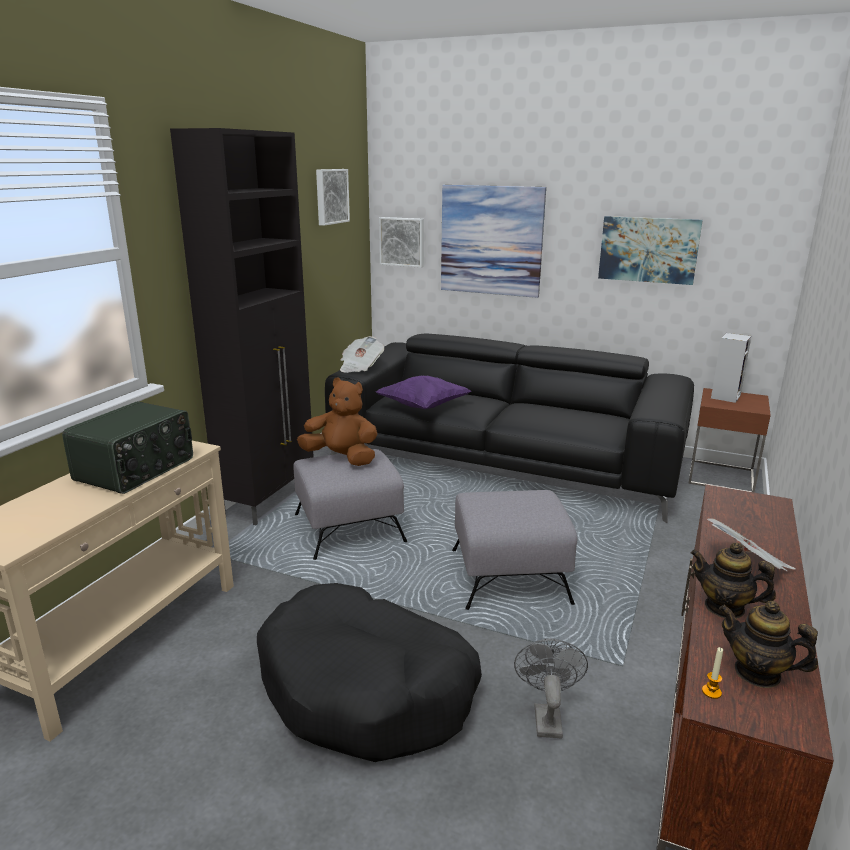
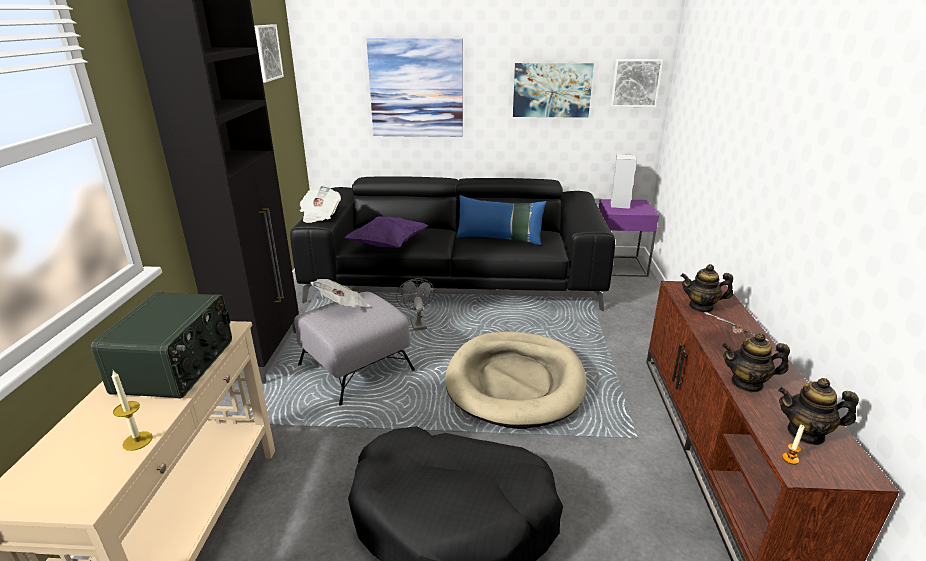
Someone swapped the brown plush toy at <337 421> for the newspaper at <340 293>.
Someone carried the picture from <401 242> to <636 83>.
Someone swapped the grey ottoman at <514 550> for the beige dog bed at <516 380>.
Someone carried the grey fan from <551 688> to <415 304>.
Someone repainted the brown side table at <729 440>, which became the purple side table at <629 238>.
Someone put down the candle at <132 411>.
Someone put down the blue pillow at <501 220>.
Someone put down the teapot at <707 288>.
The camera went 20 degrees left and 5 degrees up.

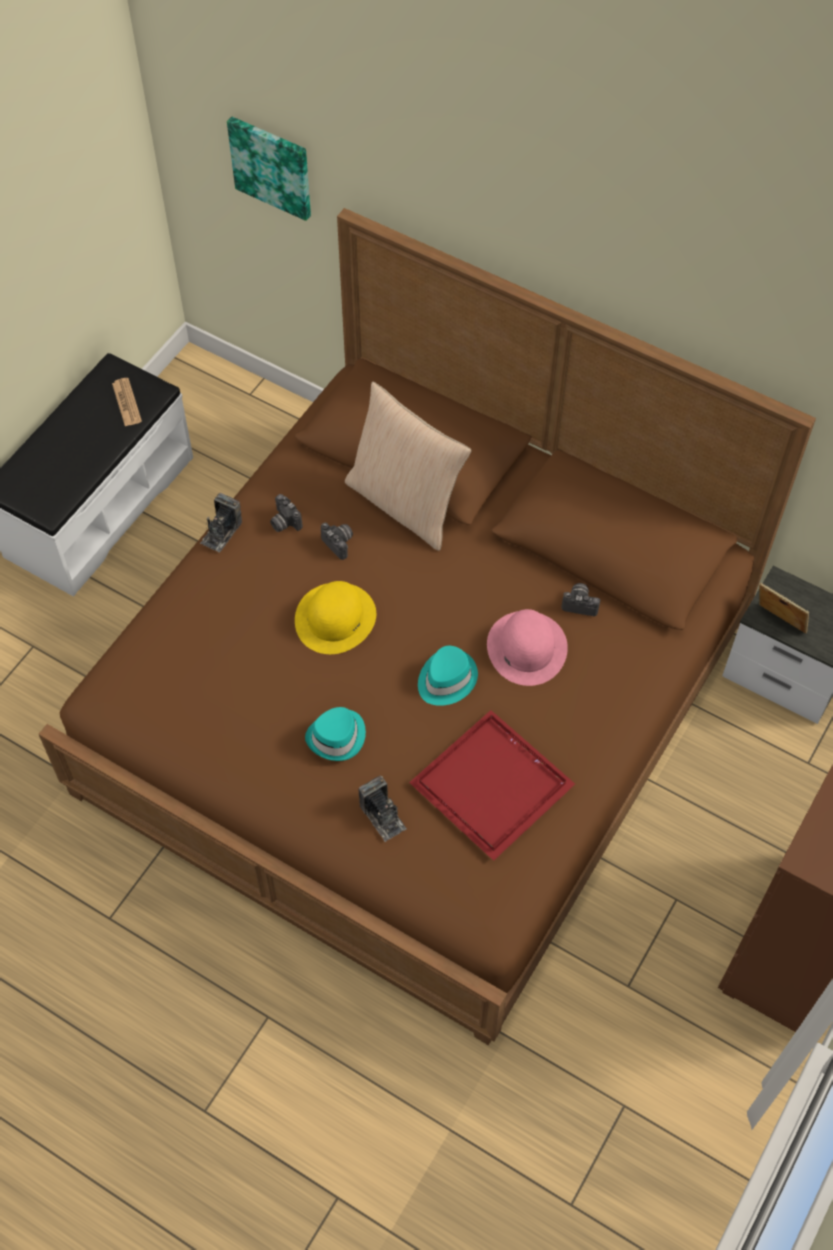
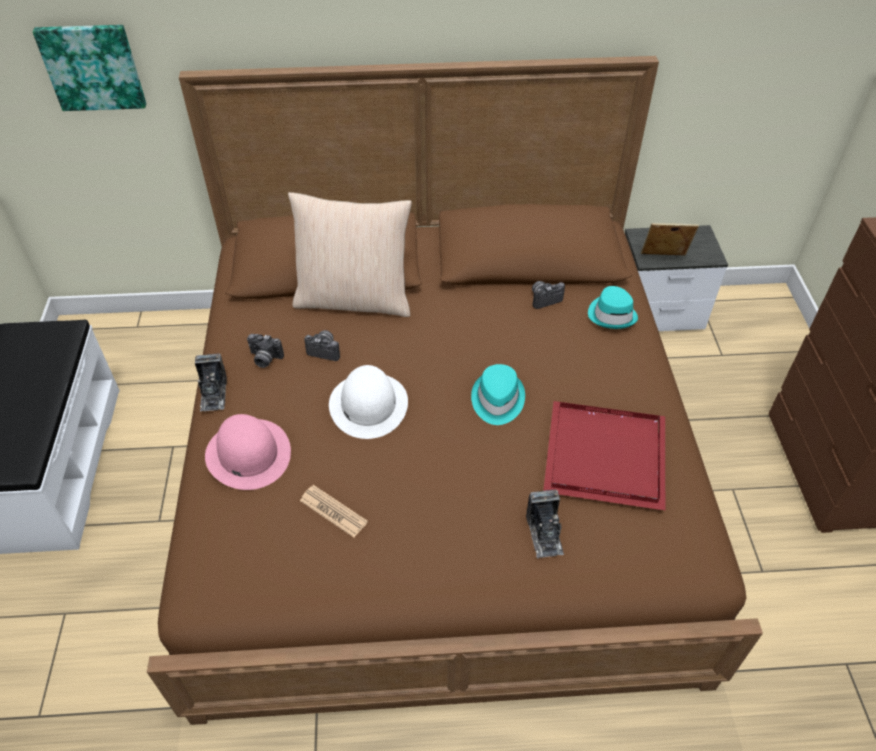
Someone carried the newspaper from <127 402> to <334 511>.
Someone repainted the yellow hat at <335 617>, which became the white hat at <368 402>.
Someone carried the turquoise hat from <335 734> to <613 307>.
Someone rotated the photo camera at <382 809> by 60 degrees clockwise.
Someone carried the pink hat from <527 647> to <248 452>.
The camera went 35 degrees left and 10 degrees down.

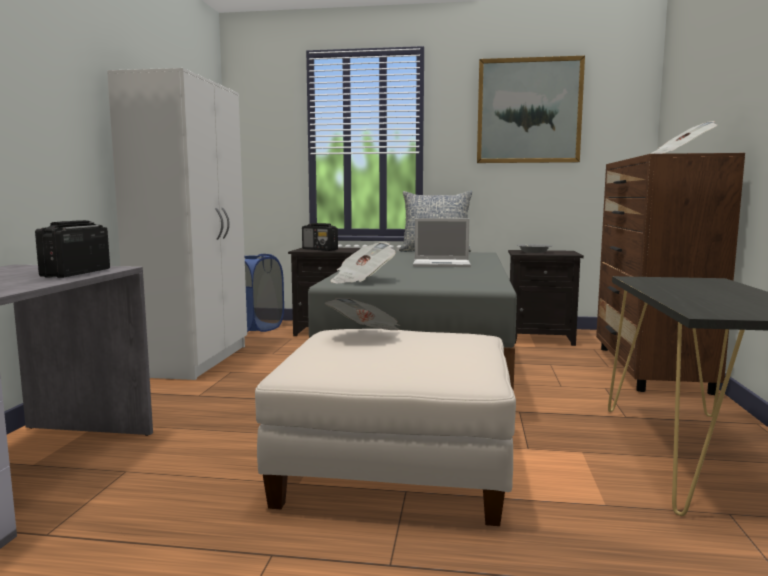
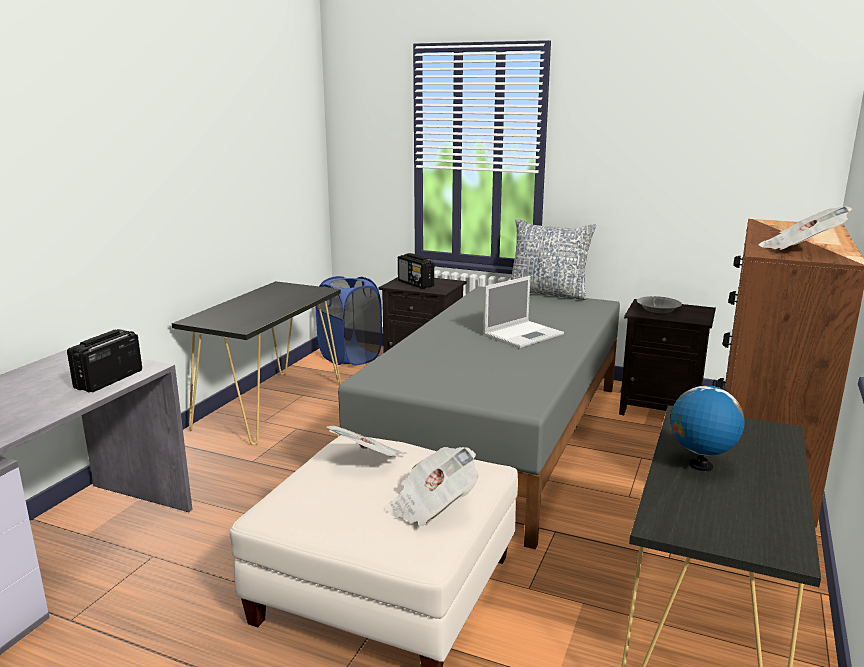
Someone swapped the white wardrobe at <177 224> for the black console table at <256 363>.
Someone carried the newspaper from <363 262> to <432 486>.
Someone rotated the laptop at <442 242> by 60 degrees counterclockwise.
Someone took away the picture at <531 109>.
Someone put down the globe at <707 425>.
The camera went 15 degrees right and 10 degrees up.

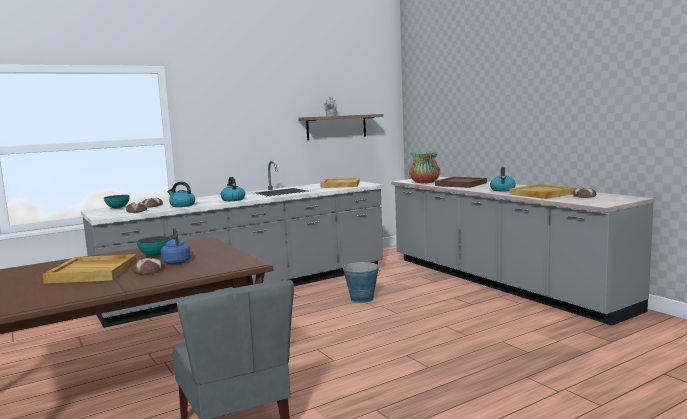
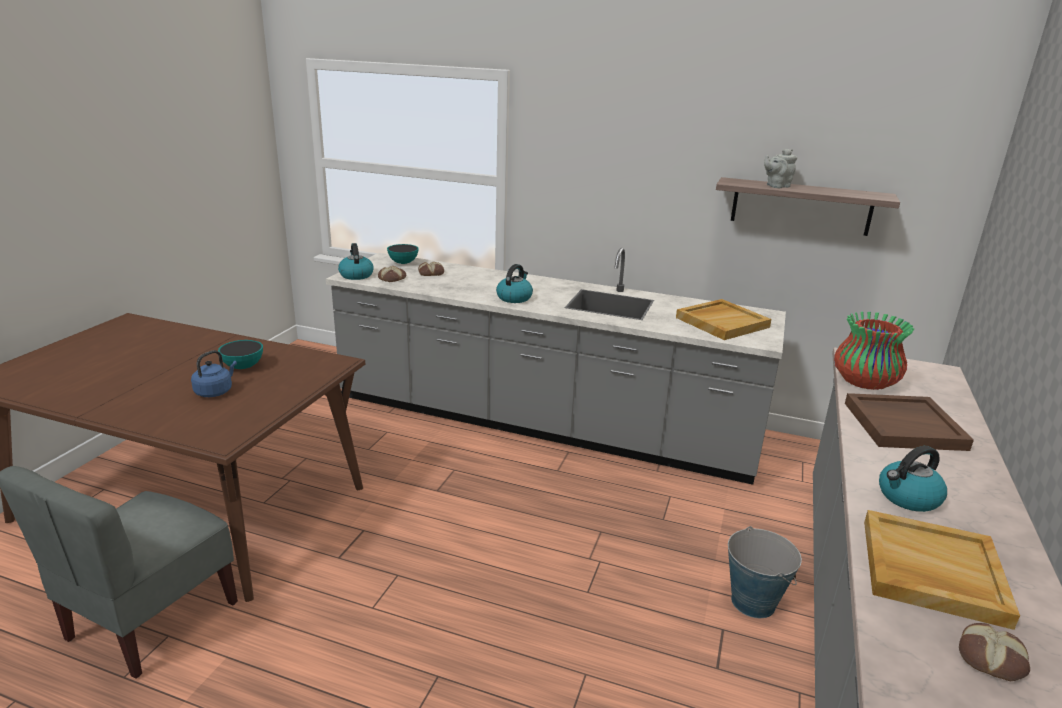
Someone took away the beige tray at <89 269>.
Someone took away the bread at <148 266>.
Someone carried the kettle from <181 194> to <355 261>.
Someone carried the bucket from <361 282> to <765 572>.
The camera went 50 degrees right and 15 degrees up.

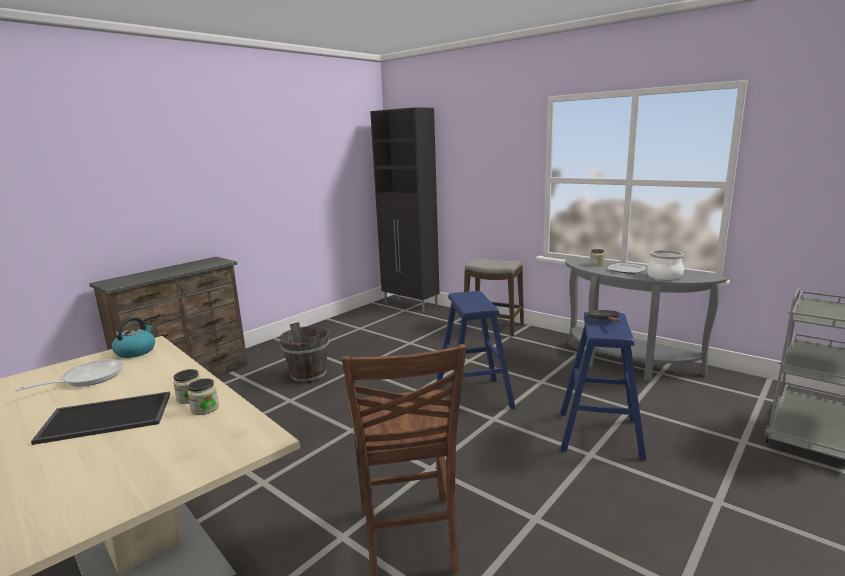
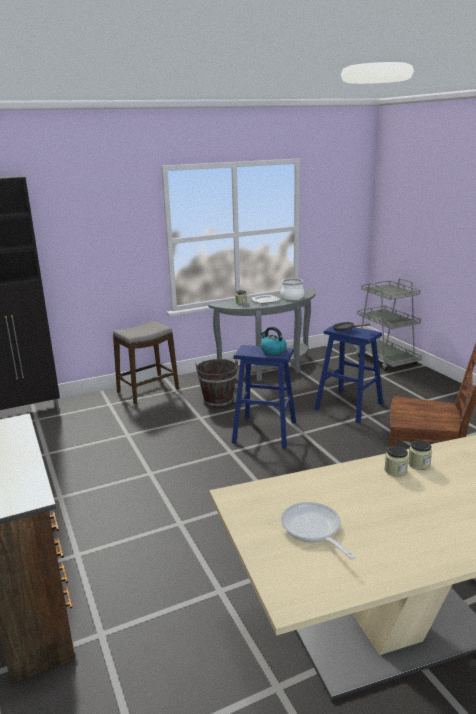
Someone took away the tray at <100 418>.
Someone carried the kettle from <133 337> to <274 340>.
Someone carried the brown bucket from <304 352> to <216 383>.
The camera went 65 degrees left and 5 degrees up.

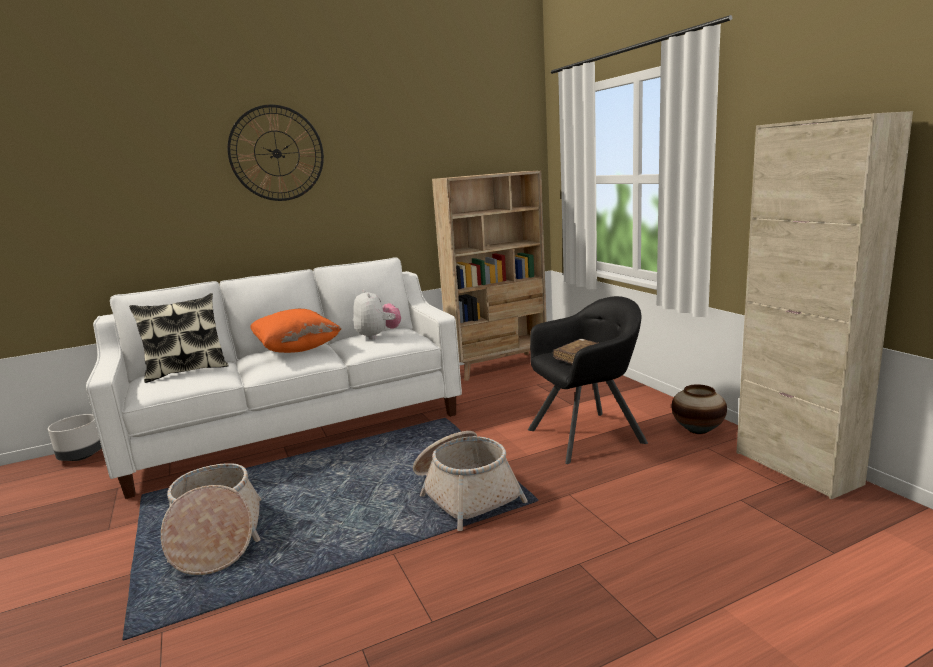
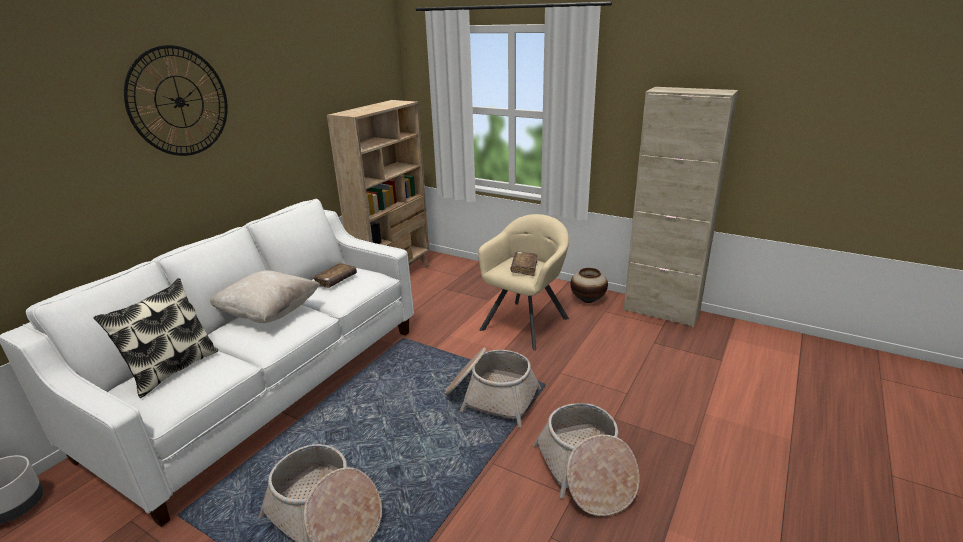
Someone repainted the orange pillow at <295 331>, which became the beige pillow at <265 296>.
Someone swapped the plush toy at <377 314> for the brown book at <334 275>.
Someone repainted the black armchair at <588 380>, which became the beige armchair at <523 282>.
Someone put down the basket at <586 459>.
The camera went 35 degrees left and 10 degrees up.

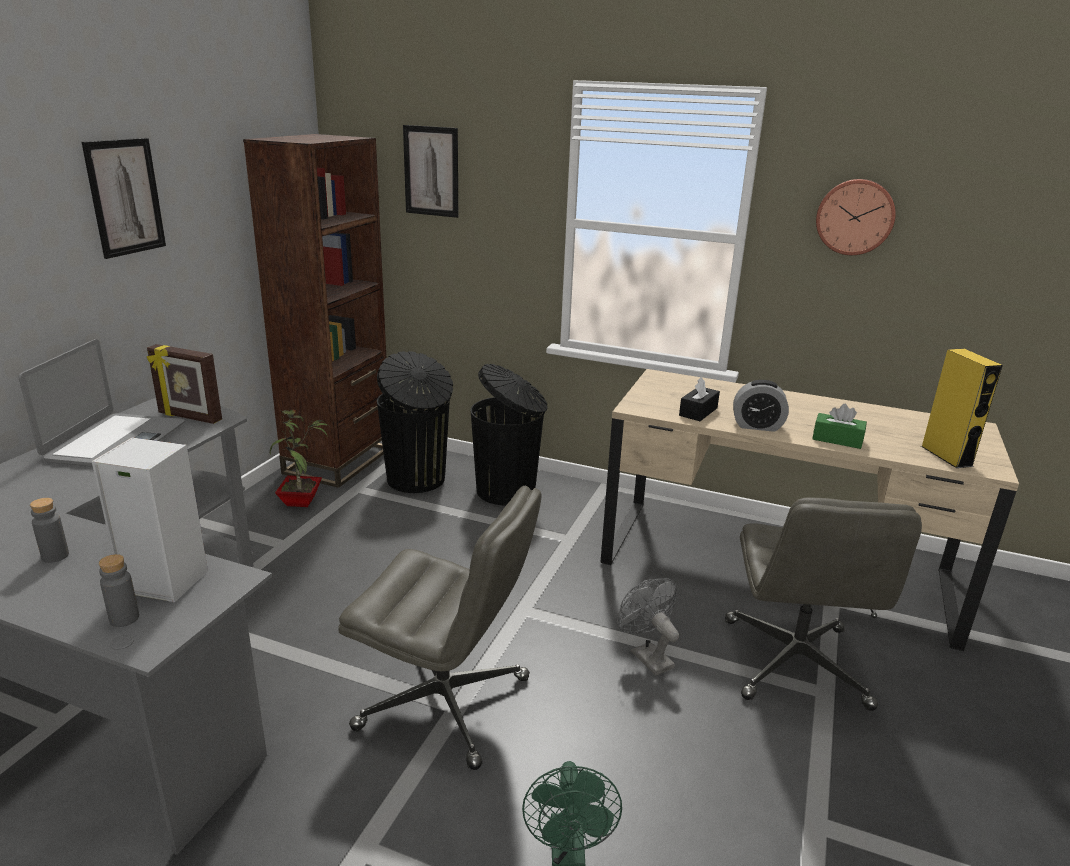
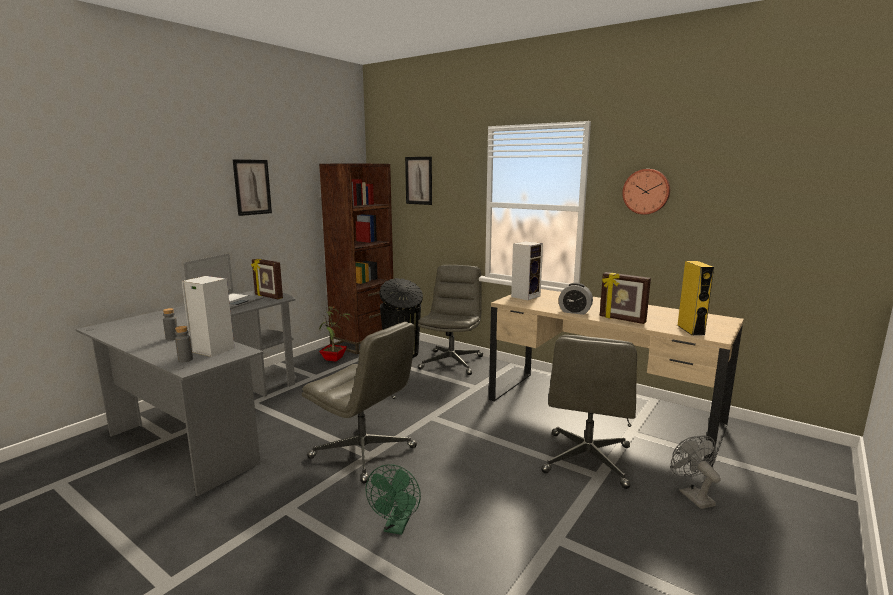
Someone swapped the black trash can at <509 434> for the grey office chair at <450 320>.
Someone carried the grey fan from <648 627> to <696 472>.
Someone took away the black tissue box at <699 399>.
Someone swapped the green tissue box at <839 426> for the picture frame at <625 298>.
Someone put down the speaker at <527 270>.
The camera went 15 degrees right and 10 degrees down.

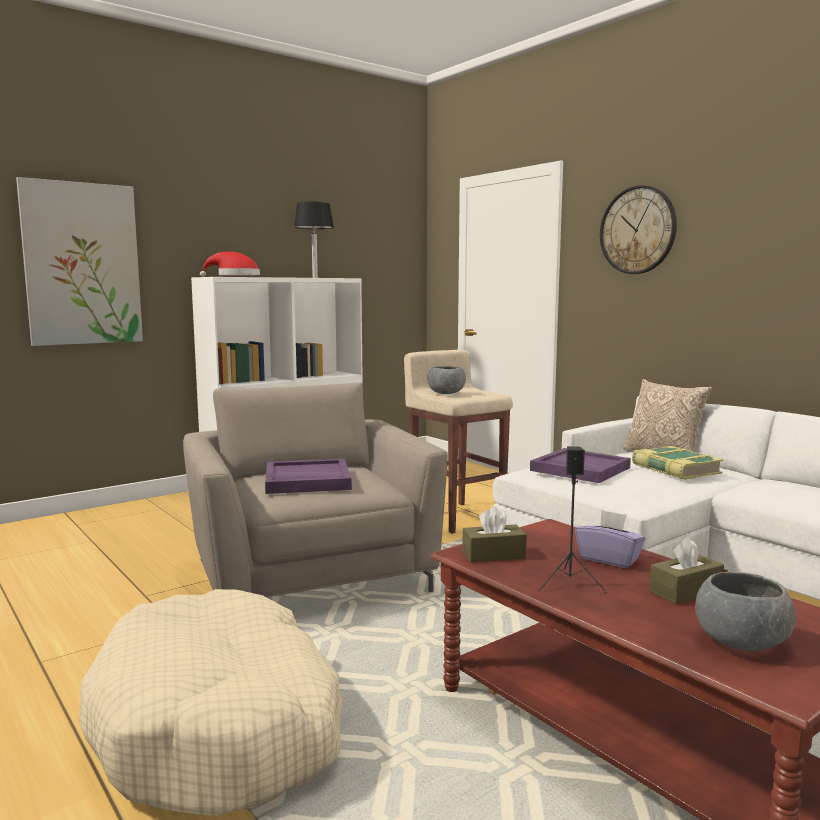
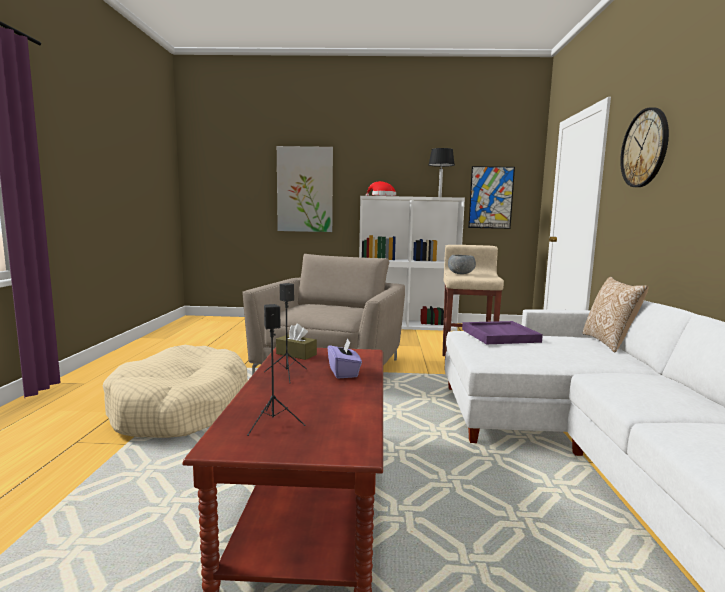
Someone took away the purple tray at <308 476>.
Someone took away the book at <678 463>.
Someone took away the brown tissue box at <686 570>.
Someone swapped the grey bowl at <745 611> for the black speaker at <276 370>.
Someone put up the picture at <491 197>.
The camera went 40 degrees right and 0 degrees up.

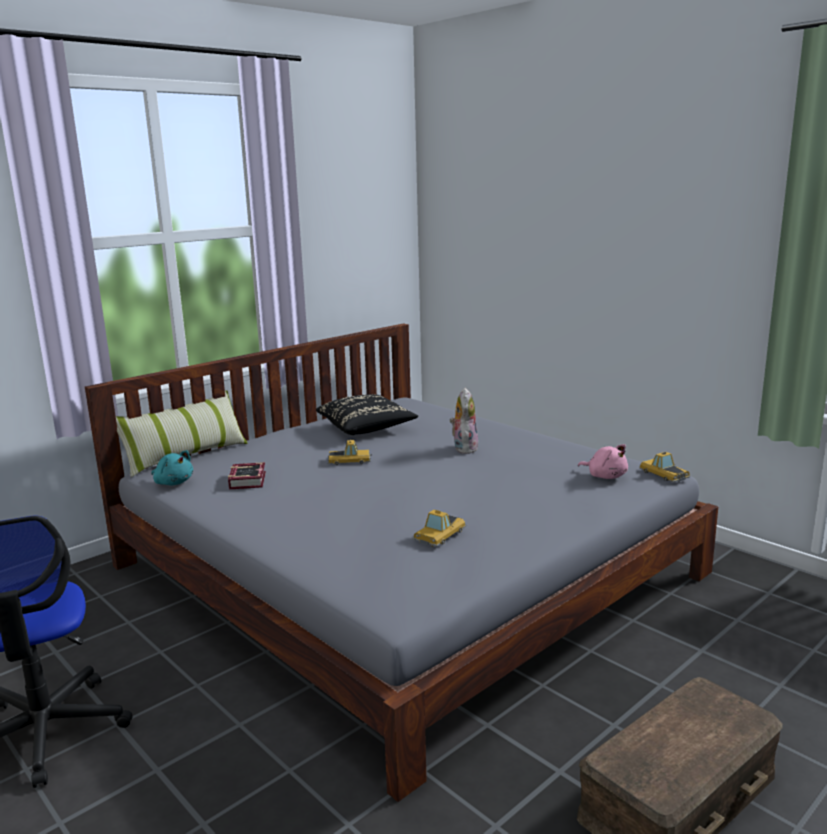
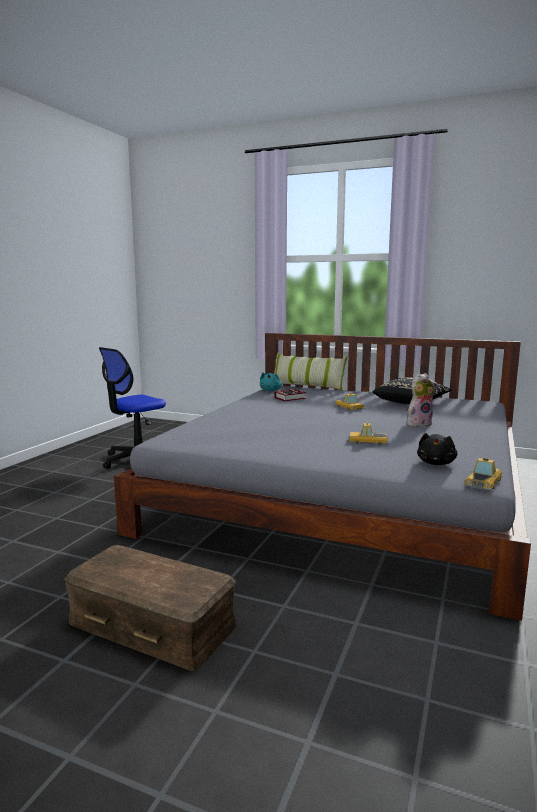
Someone carried the toy car from <439 528> to <367 433>.
Someone repainted the pink plush toy at <603 461>, which became the black plush toy at <437 449>.
The camera went 65 degrees right and 5 degrees down.

